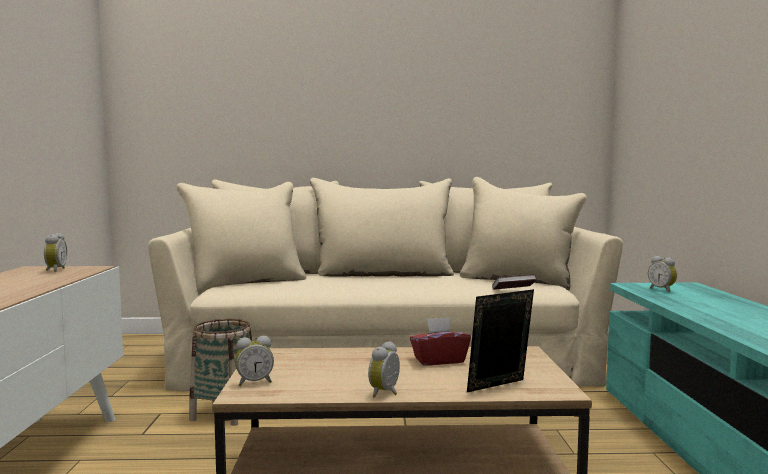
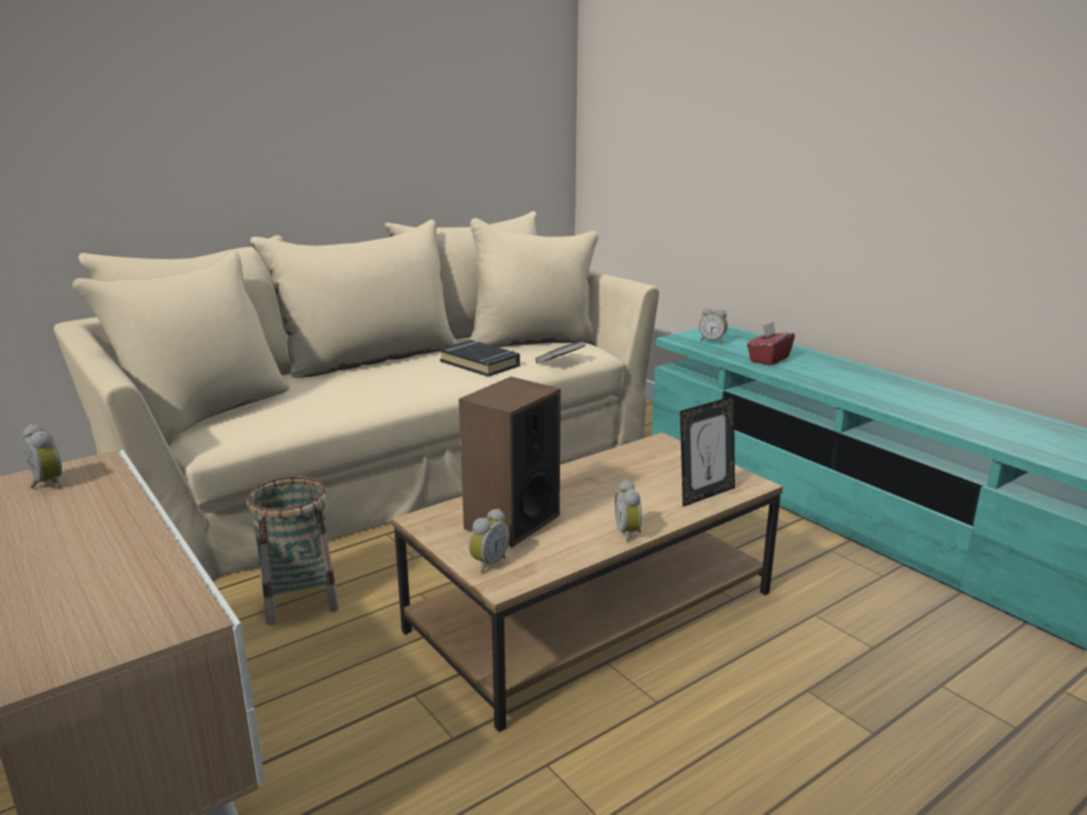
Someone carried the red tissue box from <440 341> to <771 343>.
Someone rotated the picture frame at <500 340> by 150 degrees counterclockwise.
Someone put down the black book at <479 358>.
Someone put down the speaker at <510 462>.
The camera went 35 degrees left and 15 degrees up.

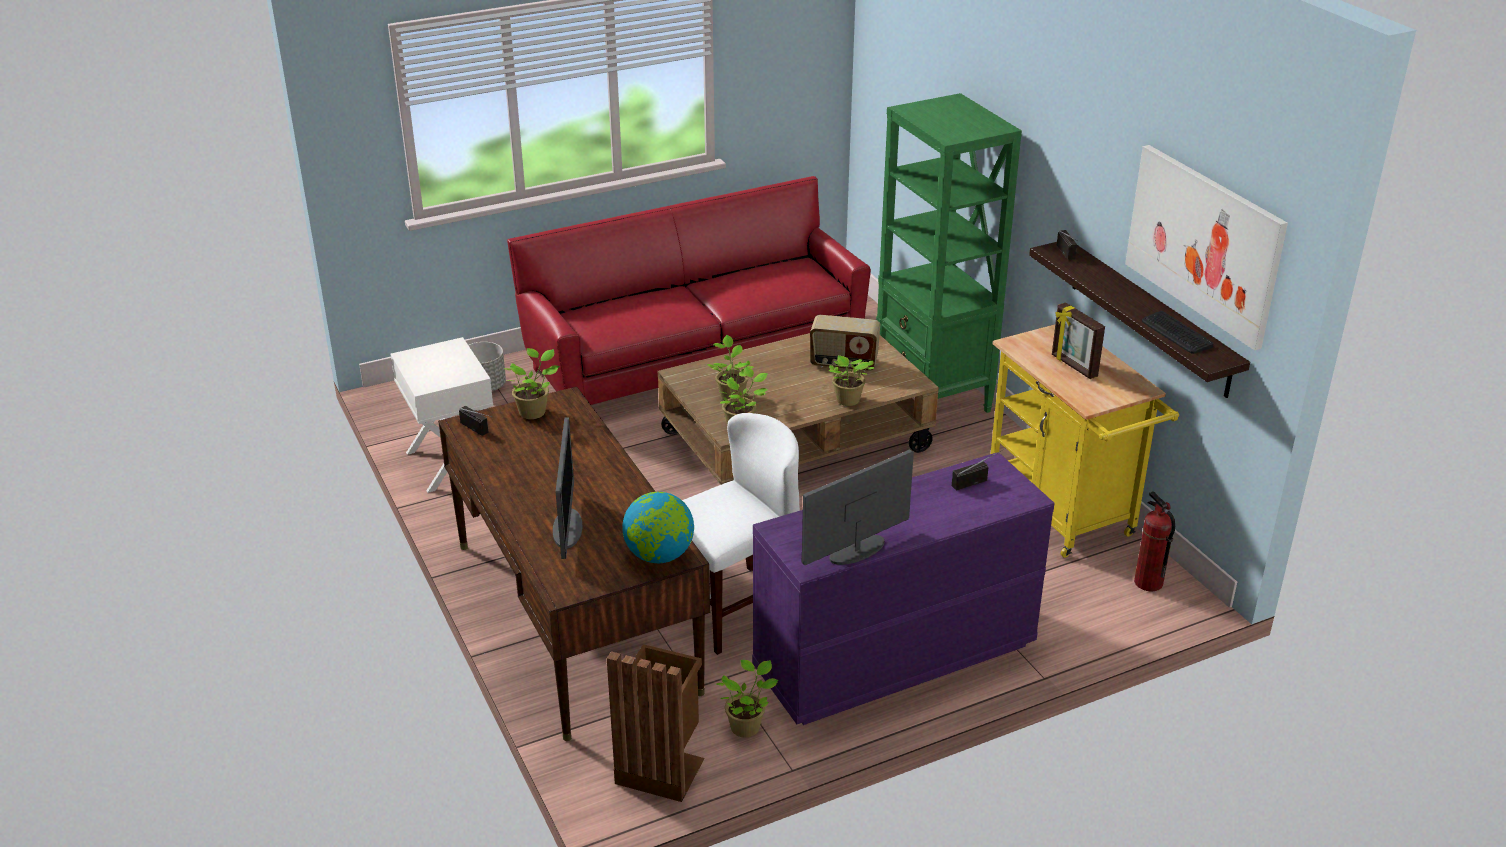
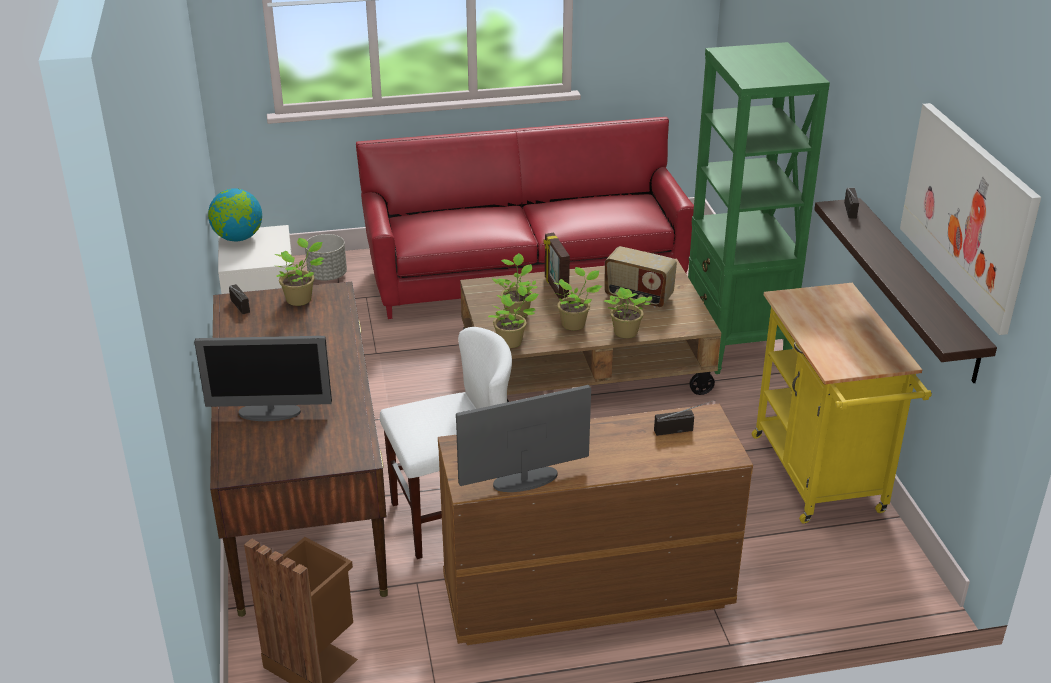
Someone rotated the monitor at <568 488> by 75 degrees clockwise.
Someone carried the globe from <658 528> to <235 215>.
Someone carried the potted plant from <747 699> to <578 298>.
Someone repainted the purple dresser at <903 588>, which became the brown dresser at <595 524>.
Someone carried the picture frame from <1078 340> to <556 266>.
Someone took away the fire extinguisher at <1154 541>.
Someone took away the keyboard at <1178 332>.
The camera went 15 degrees right and 0 degrees up.

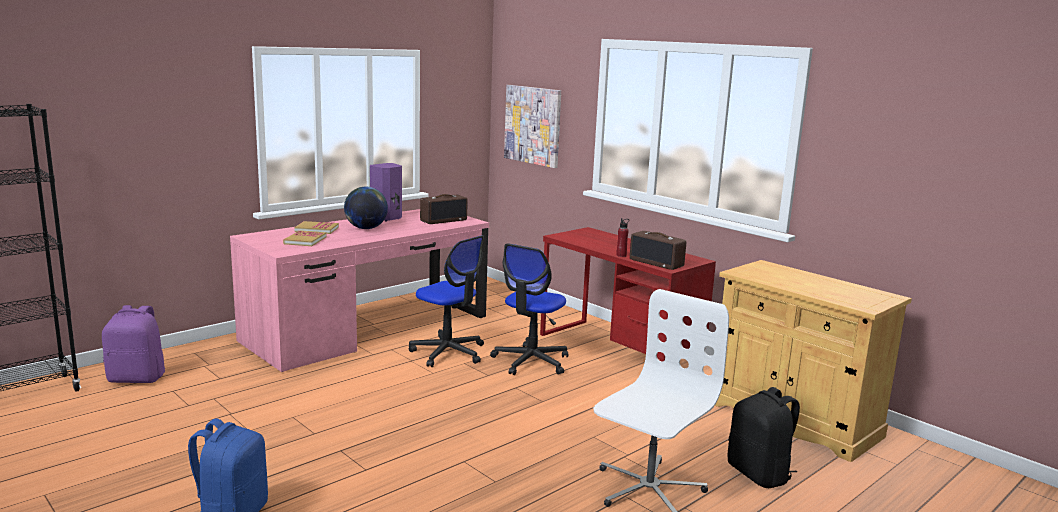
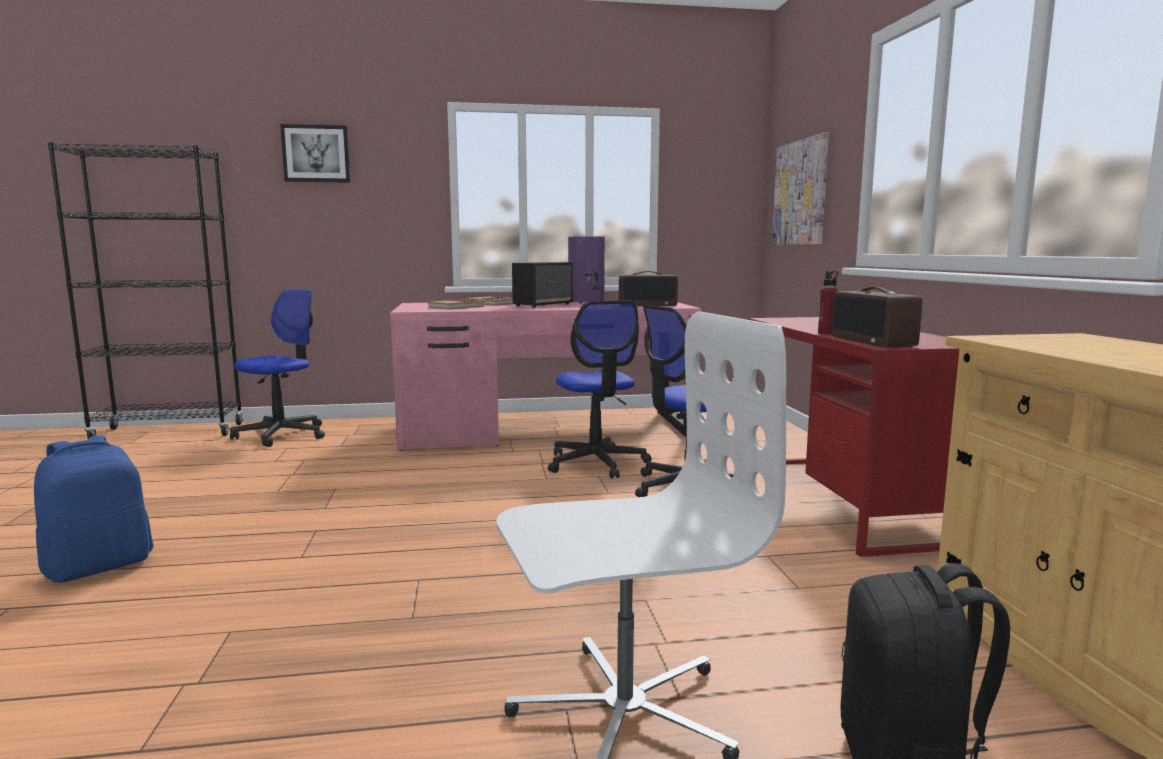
Someone swapped the purple backpack at <133 344> for the office chair at <277 368>.
Someone swapped the globe at <366 208> for the speaker at <542 284>.
Someone put up the picture at <315 153>.
The camera went 35 degrees right and 5 degrees down.

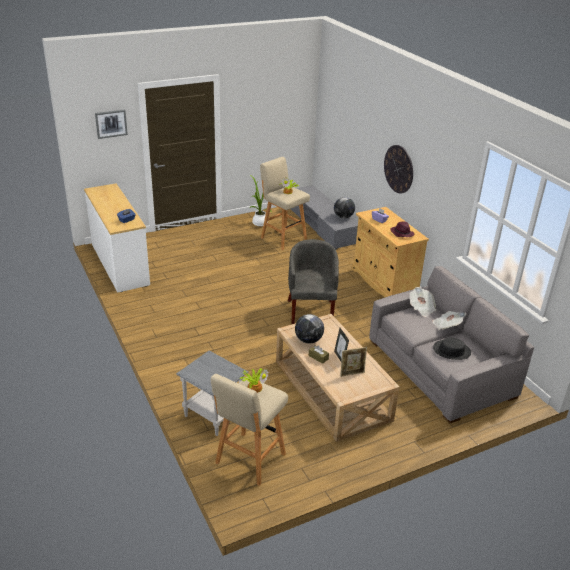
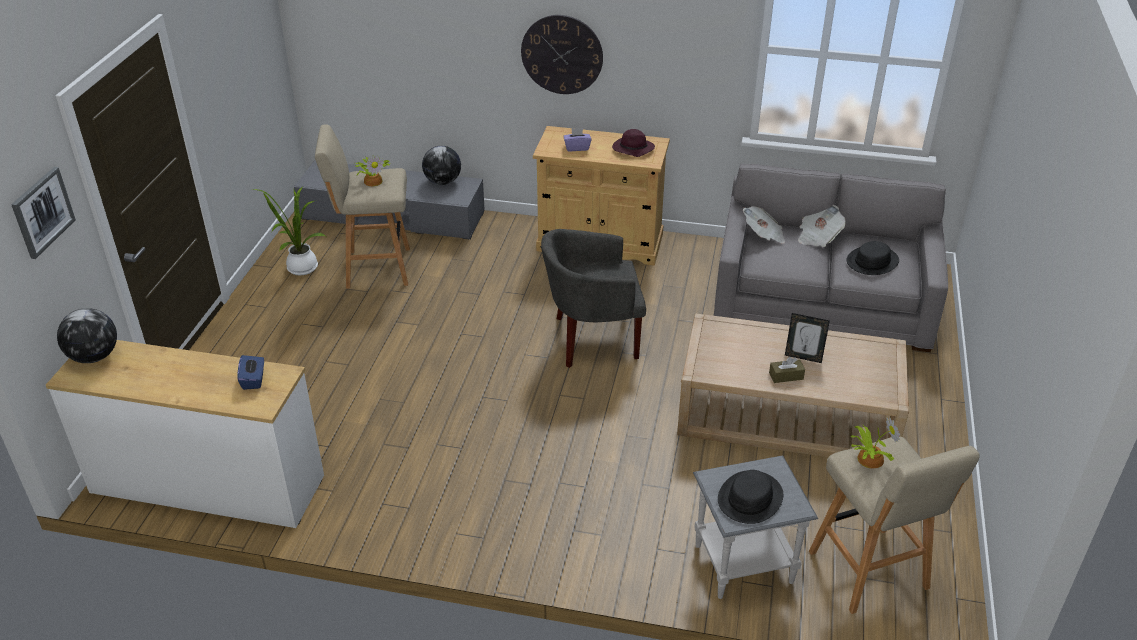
Someone rotated the grey armchair at <313 281> by 45 degrees counterclockwise.
Someone carried the globe from <309 329> to <87 335>.
Someone took away the picture frame at <353 362>.
Someone put down the black hat at <750 497>.
The camera went 50 degrees left and 5 degrees up.

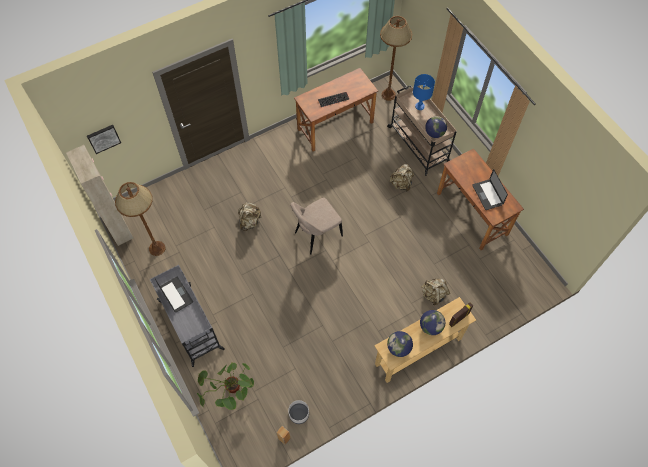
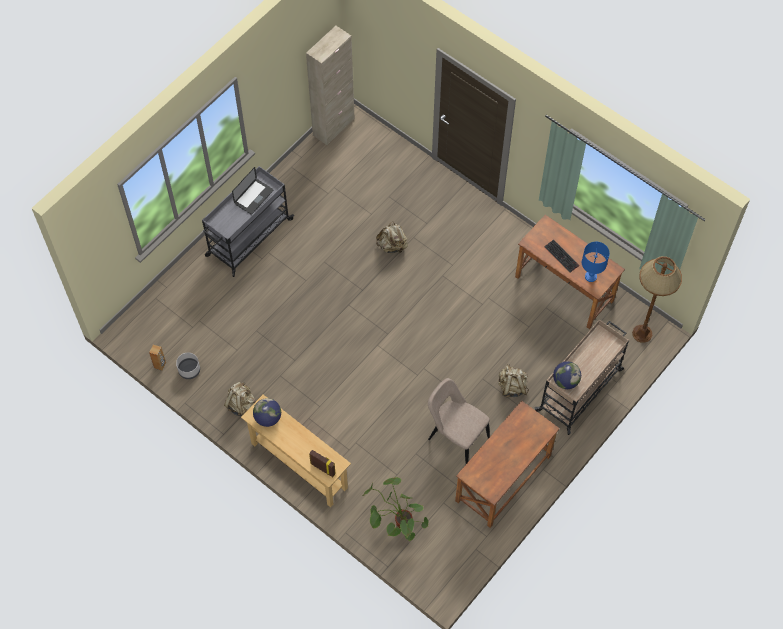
Someone took away the picture at <104 139>.
Someone took away the brown floor lamp at <140 219>.
Someone carried the potted plant from <225 386> to <395 509>.
Someone carried the beige chair from <316 226> to <459 421>.
Someone carried the blue table lamp from <424 92> to <596 262>.
Someone took away the globe at <432 322>.
Someone carried the beige backpack from <435 291> to <240 399>.
Someone took away the laptop at <490 189>.
The camera went 70 degrees right and 0 degrees up.

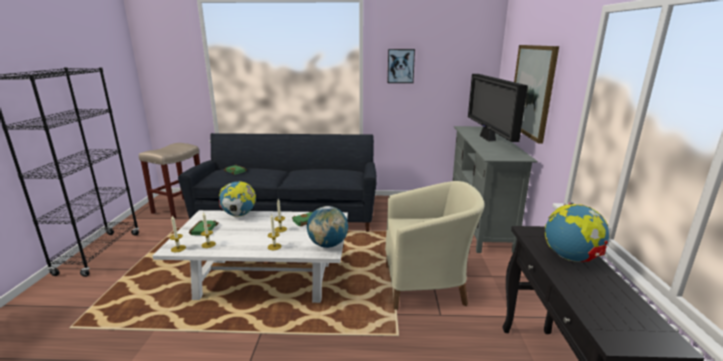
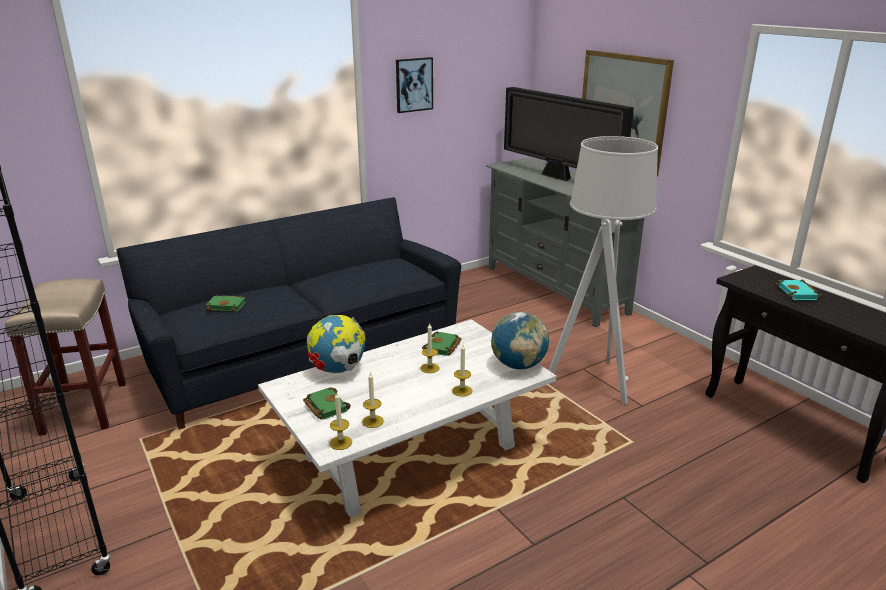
Someone swapped the beige armchair at <435 245> for the grey floor lamp at <603 270>.
Someone swapped the globe at <577 232> for the turquoise book at <798 290>.
The camera went 35 degrees left and 5 degrees up.

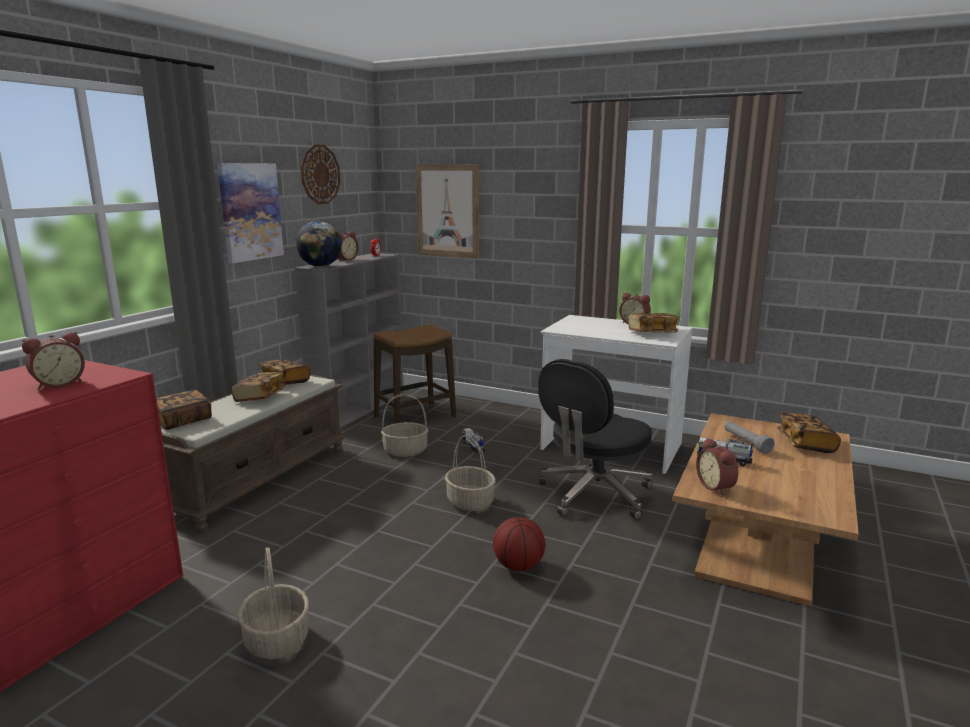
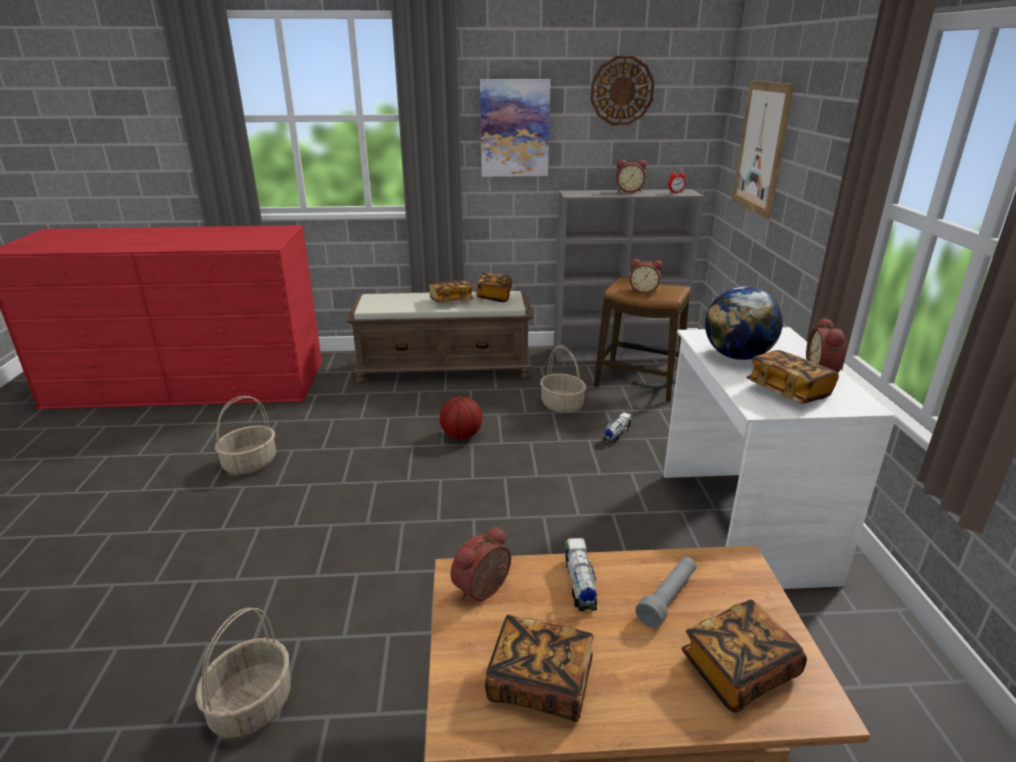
Someone carried the alarm clock from <53 361> to <646 276>.
Someone carried the book from <184 410> to <539 668>.
Someone carried the globe from <319 244> to <744 323>.
Someone carried the basket from <470 473> to <243 673>.
Someone carried the basketball from <519 544> to <460 417>.
Someone took away the black office chair at <595 439>.
The camera went 60 degrees right and 10 degrees up.

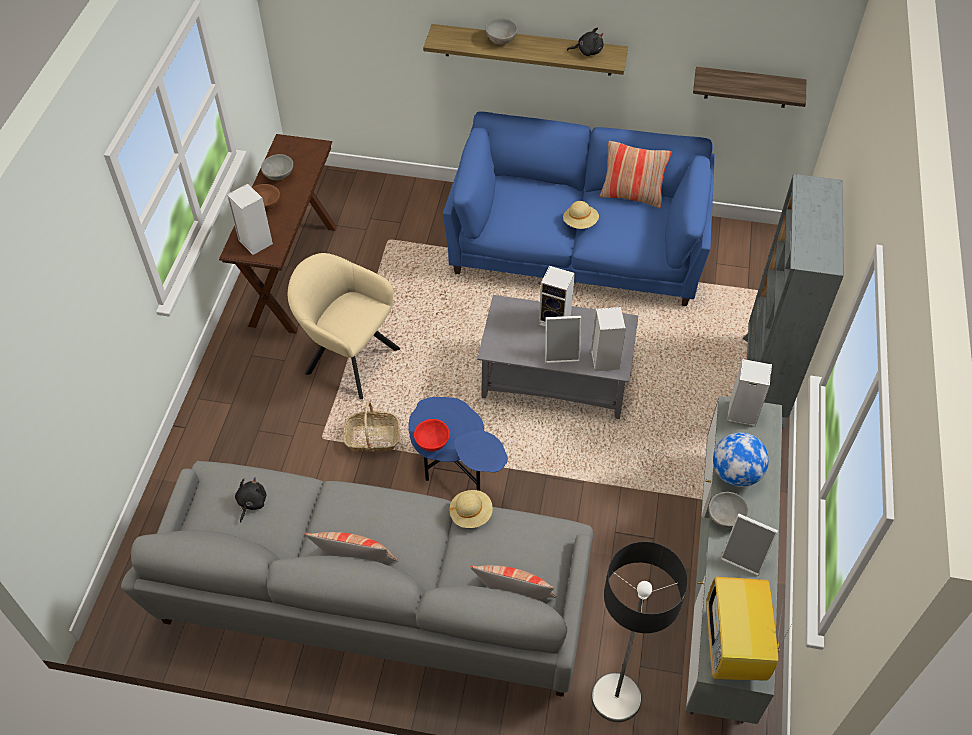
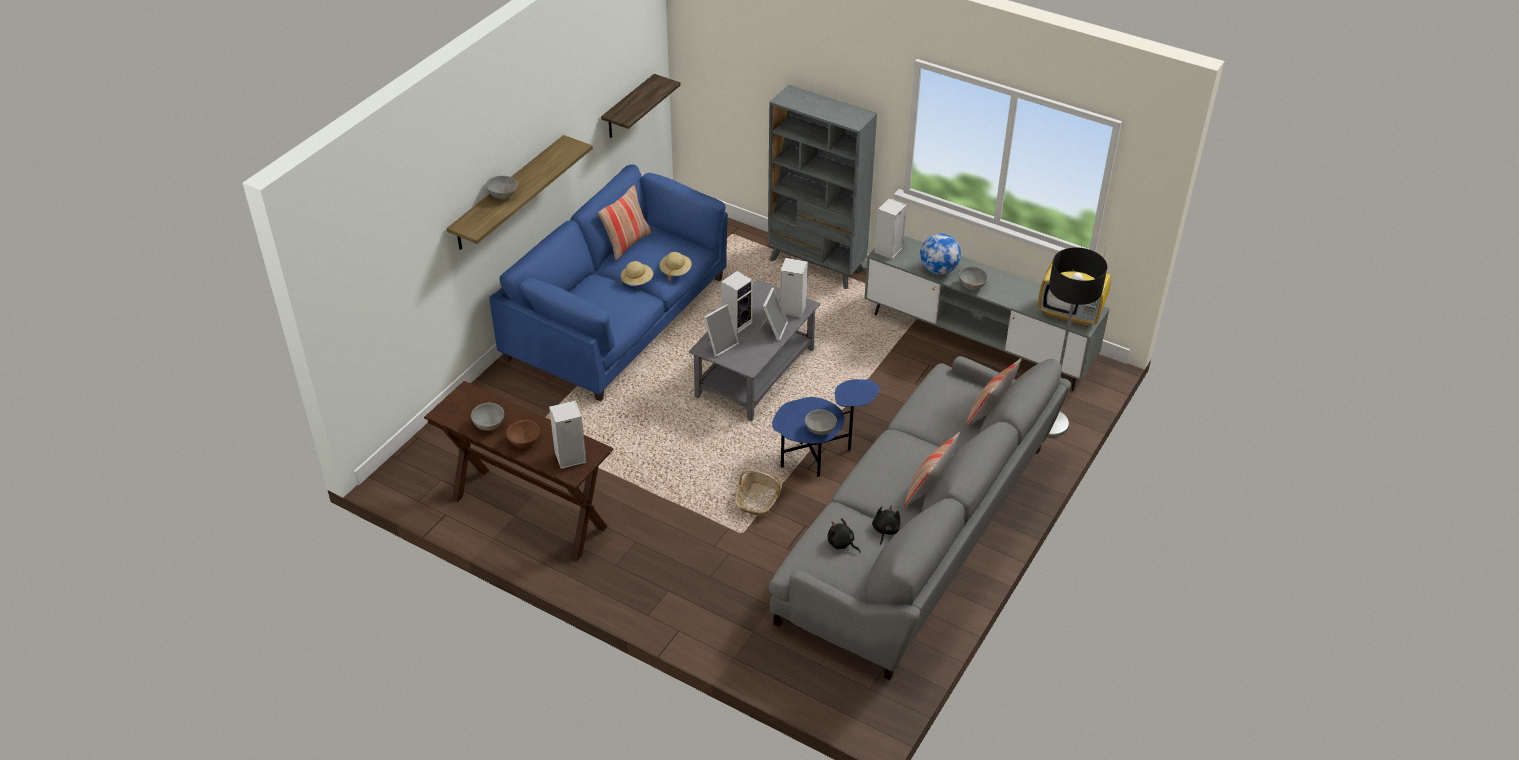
Someone took away the beige armchair at <344 326>.
Someone repainted the red bowl at <432 435>, which became the grey bowl at <821 422>.
Someone carried the beige hat from <471 509> to <675 266>.
Someone carried the black plush toy from <585 41> to <886 525>.
Someone carried the picture frame from <749 545> to <721 330>.
The camera went 70 degrees left and 10 degrees down.

